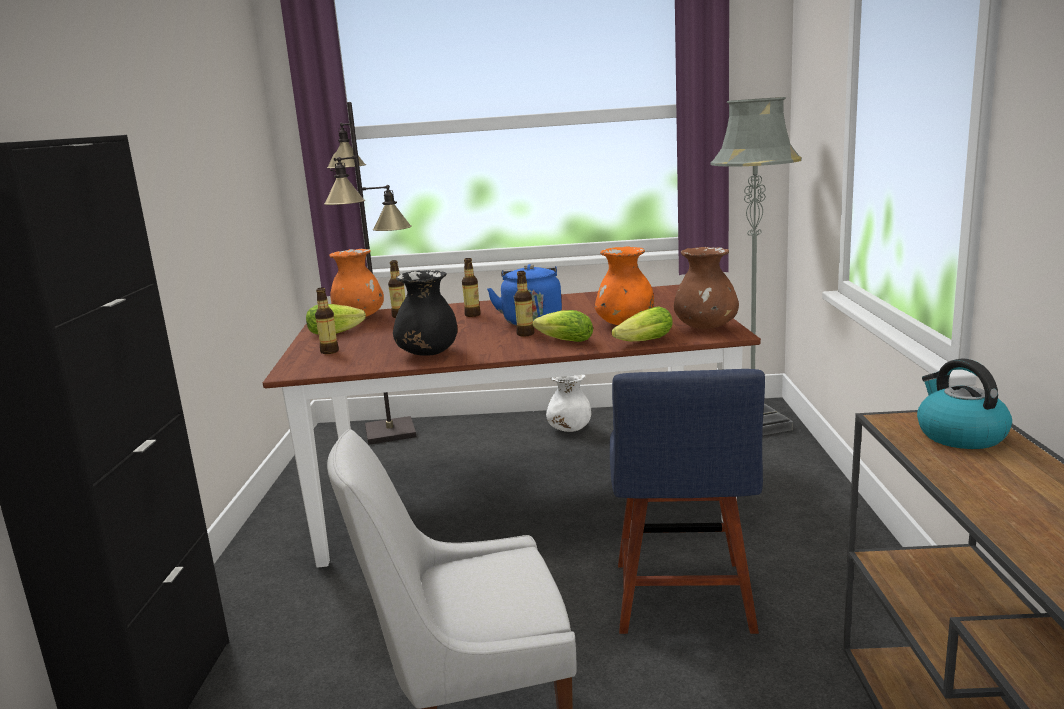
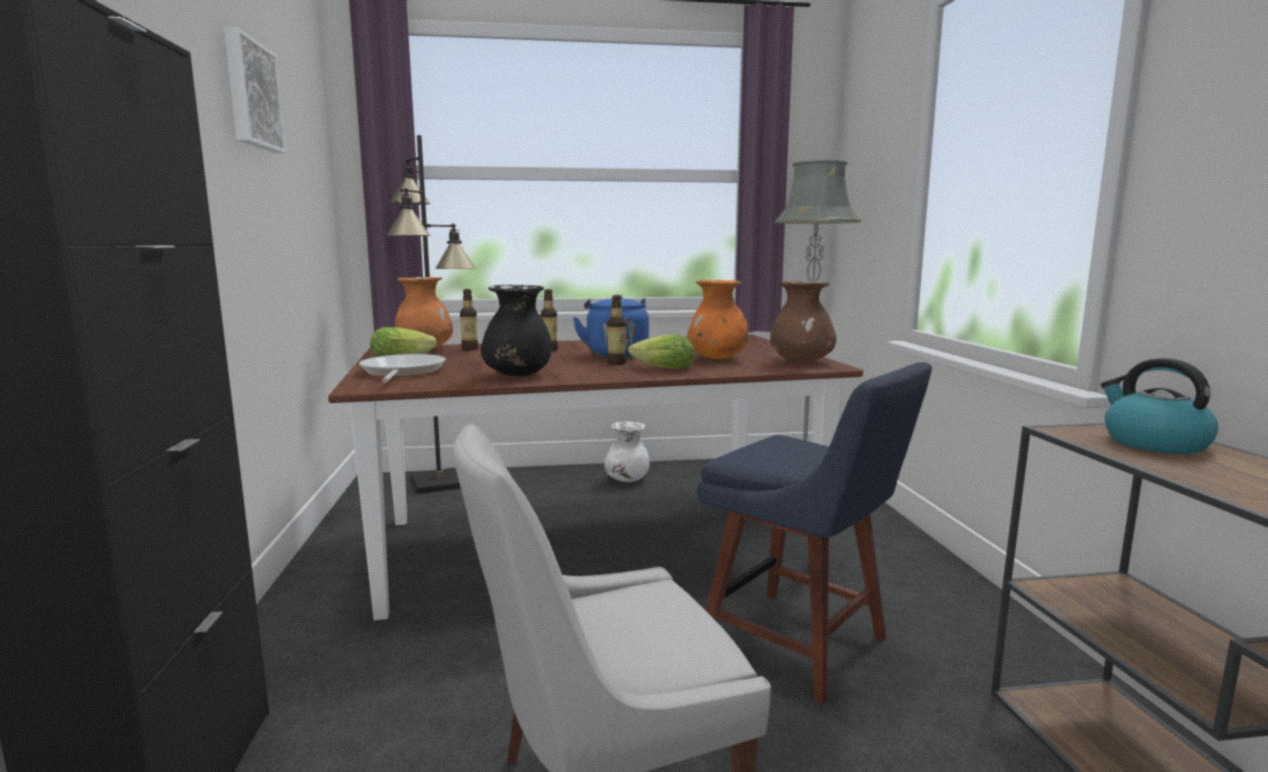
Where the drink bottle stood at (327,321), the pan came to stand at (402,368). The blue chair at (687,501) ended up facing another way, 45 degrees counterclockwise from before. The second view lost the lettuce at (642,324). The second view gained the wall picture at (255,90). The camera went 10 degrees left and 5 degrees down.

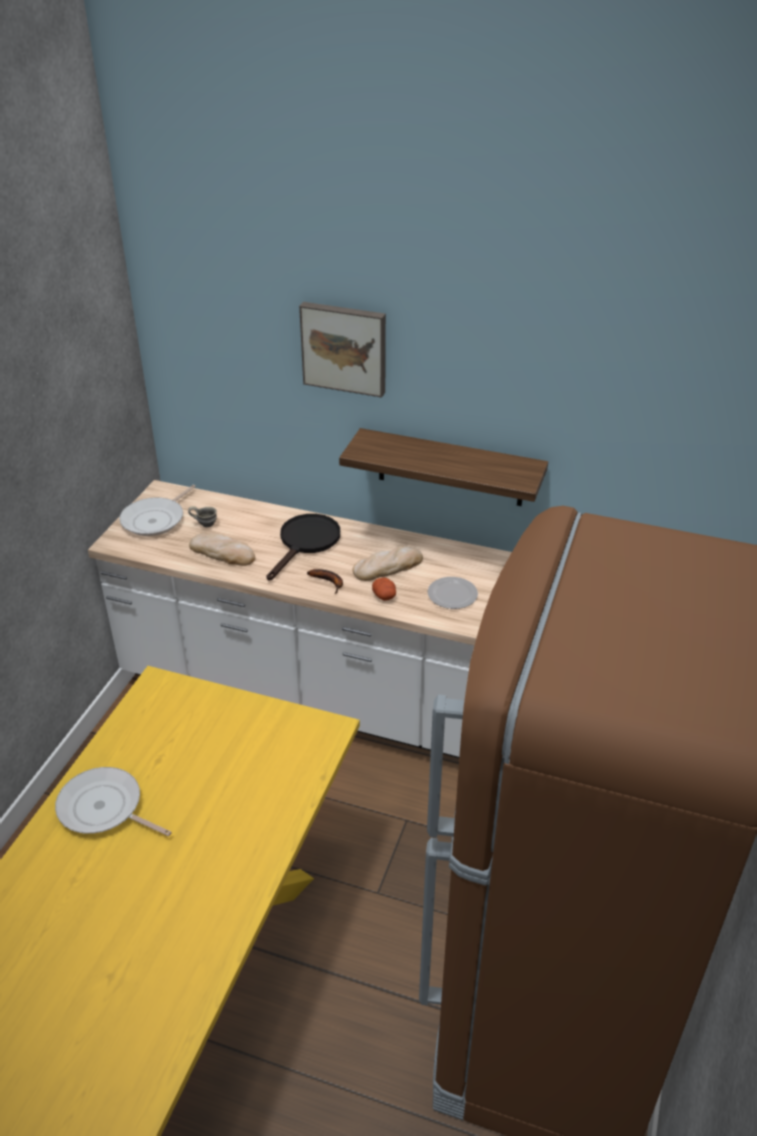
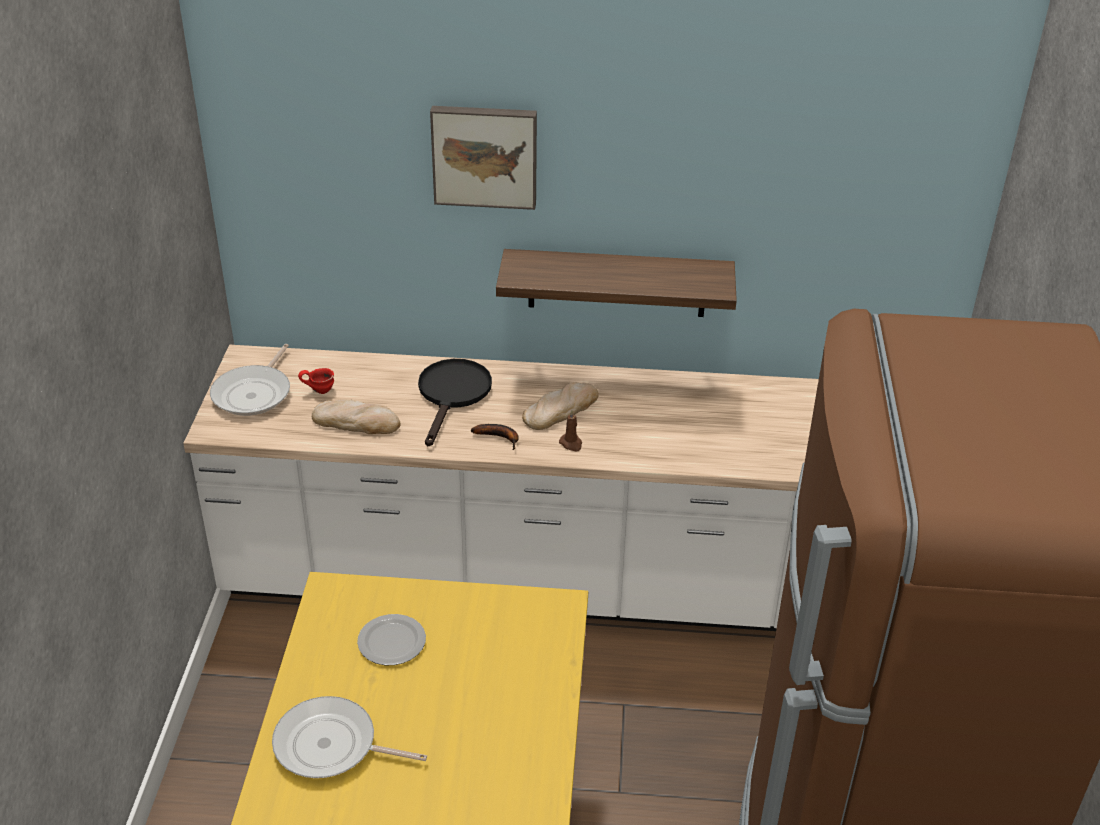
What was the greyish mug at (202,516) turned into the red-coloured mug at (316,381). Where the potato stood at (384,589), the brown wax light came to stand at (570,431). The flat dish ended up elsewhere, having gone from (453,593) to (391,639). The camera went 15 degrees left and 0 degrees up.

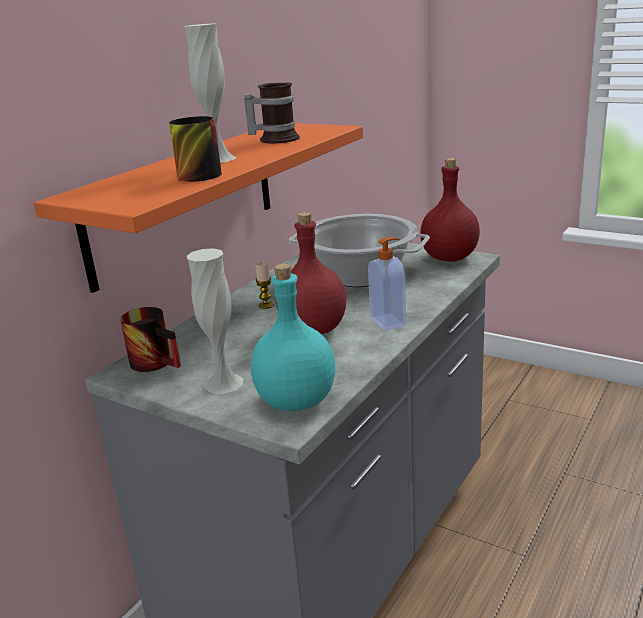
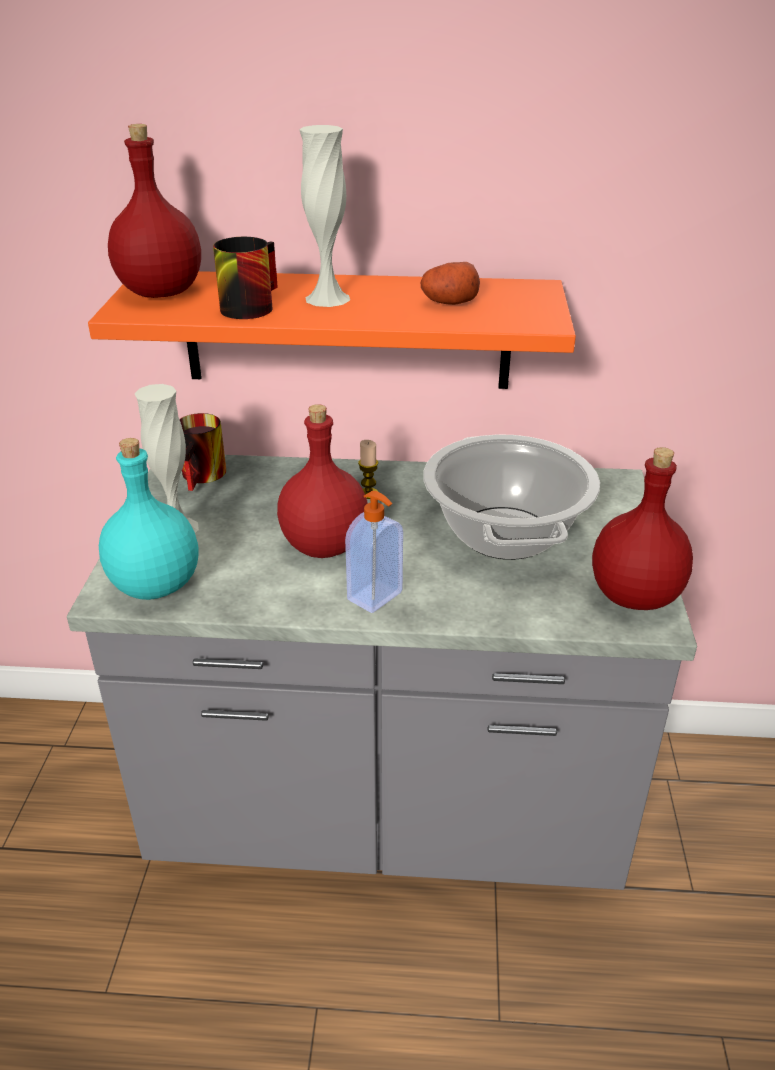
Where the mug stood at (272,113), the potato came to stand at (450,283). The second view gained the red-coloured drink bottle at (154,211). The camera went 60 degrees right and 10 degrees up.

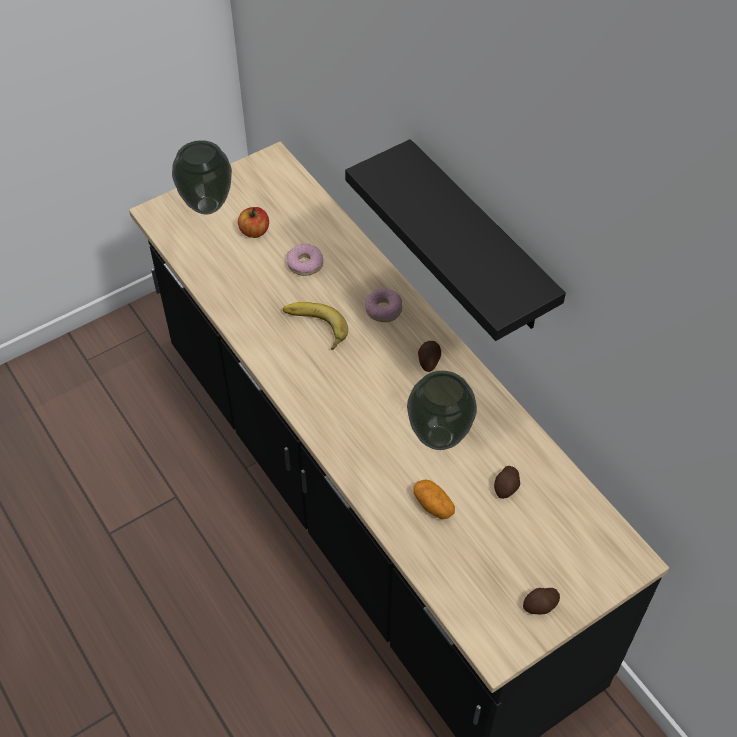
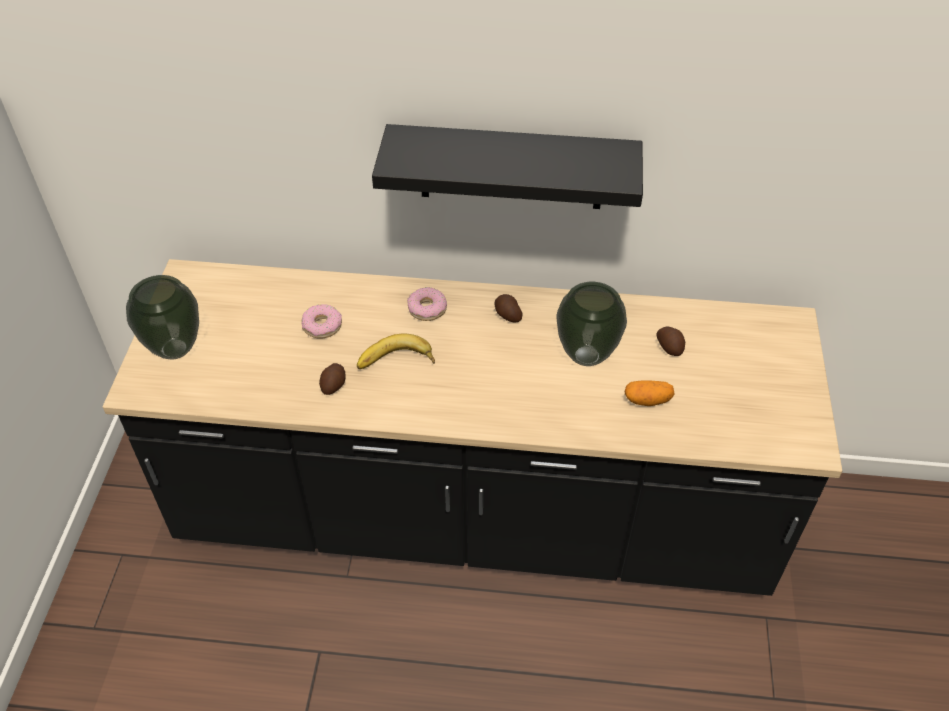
The second view lost the apple at (253,222). The potato ended up elsewhere, having gone from (541,601) to (332,379). The camera went 50 degrees left and 5 degrees down.

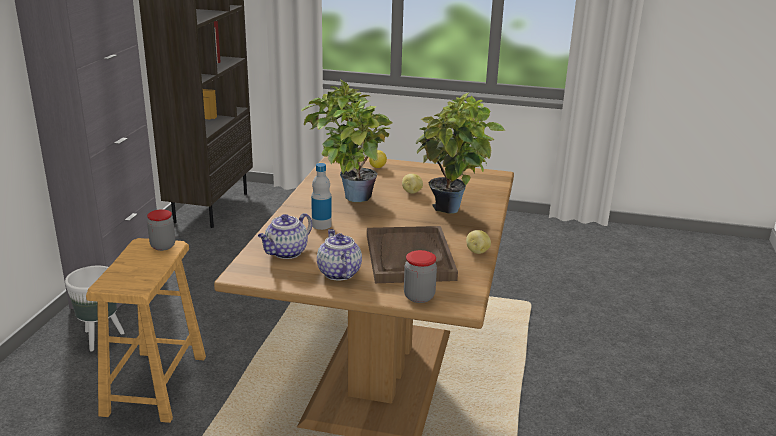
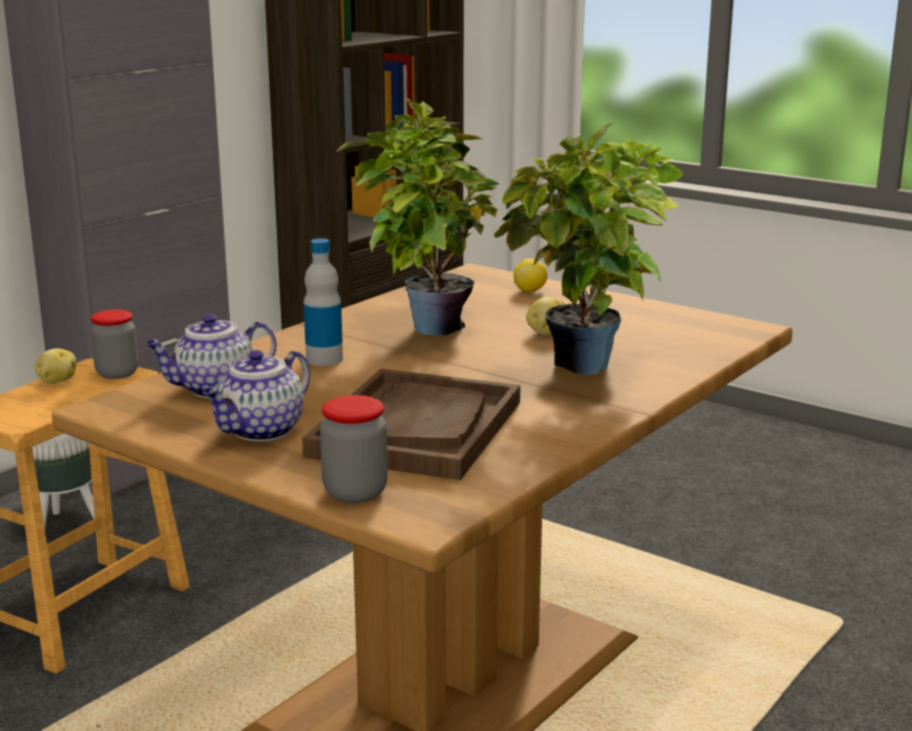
The tea pot at (339,254) ended up facing another way, 150 degrees counterclockwise from before. The potato ended up elsewhere, having gone from (478,242) to (55,366). The camera went 25 degrees right and 5 degrees down.

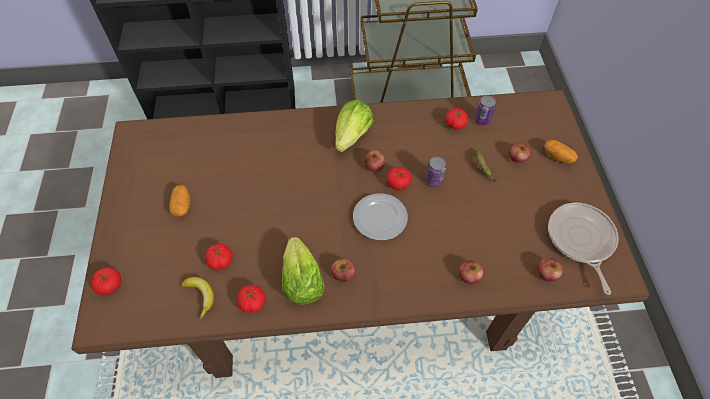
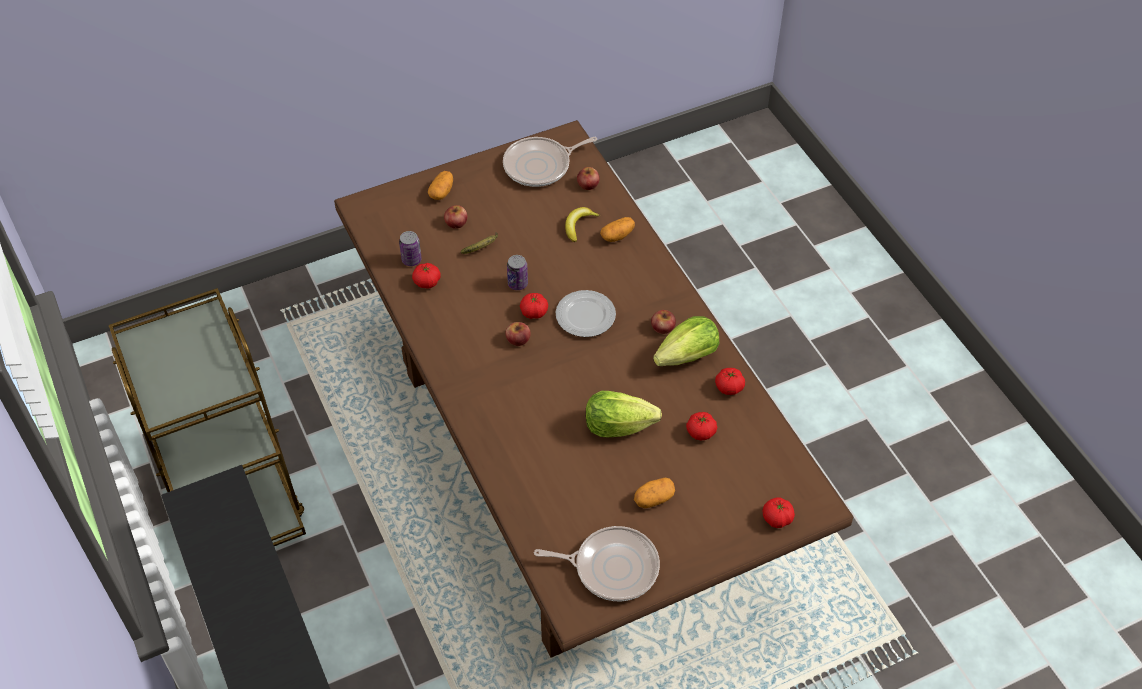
The banana fruit ended up elsewhere, having gone from (198,298) to (582,224). The lettuce ended up elsewhere, having gone from (354,126) to (624,414). Where the apple stood at (471,272), the potato came to stand at (617,229). The second view gained the pan at (597,563). The camera went 110 degrees left and 5 degrees down.

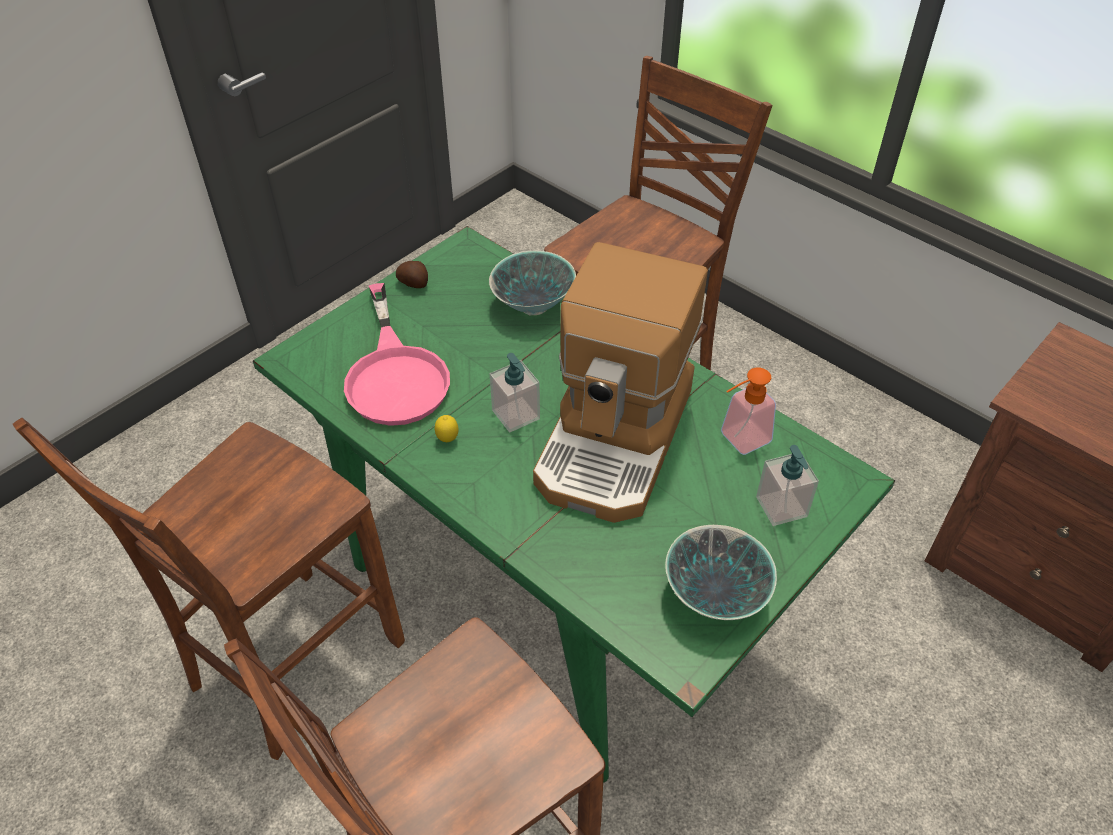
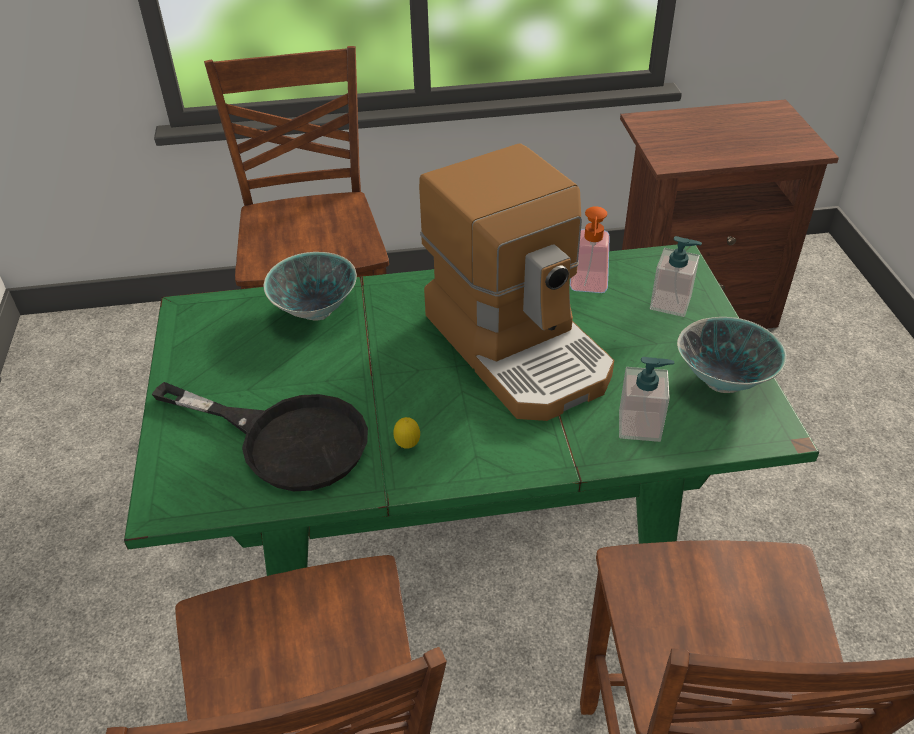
What was the pink pan at (397,354) turned into the black-coloured pan at (260,436). The second view lost the potato at (412,274). The liquid soap bottle ended up elsewhere, having gone from (515,393) to (646,399). The camera went 50 degrees left and 5 degrees down.

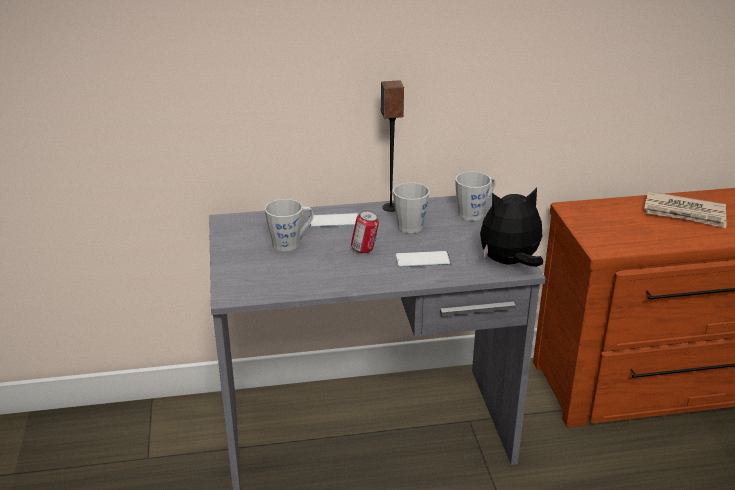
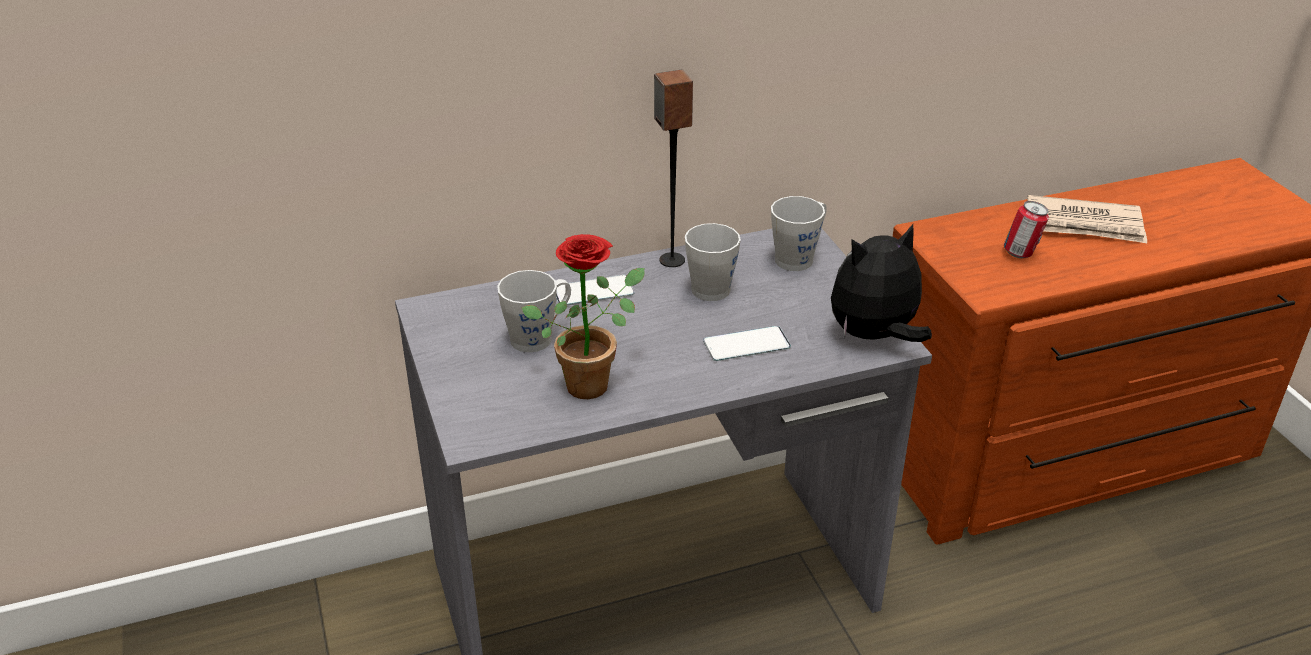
The can ended up elsewhere, having gone from (365,231) to (1026,229). The second view gained the houseplant at (583,316). The camera went 10 degrees left and 5 degrees up.

